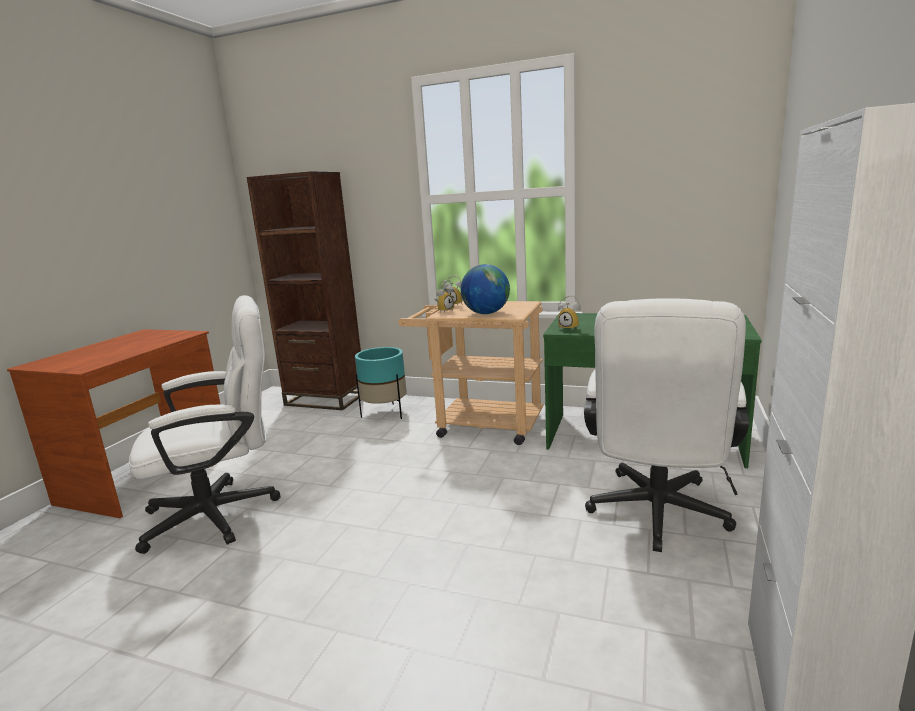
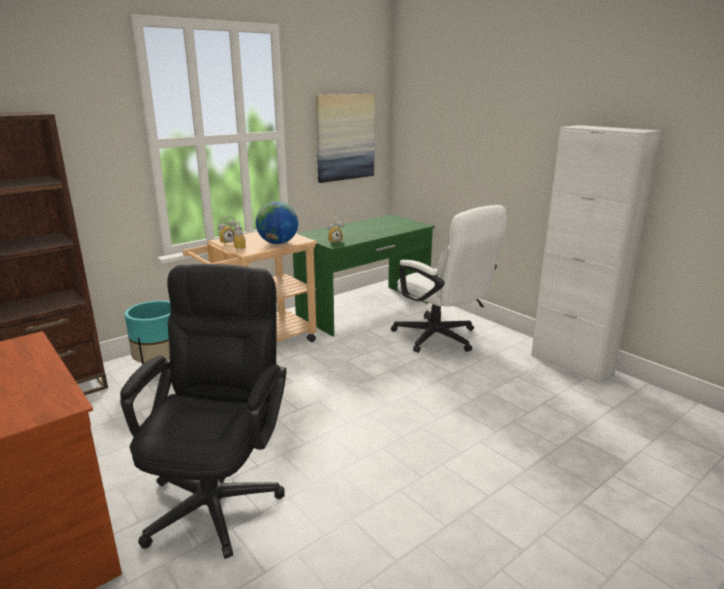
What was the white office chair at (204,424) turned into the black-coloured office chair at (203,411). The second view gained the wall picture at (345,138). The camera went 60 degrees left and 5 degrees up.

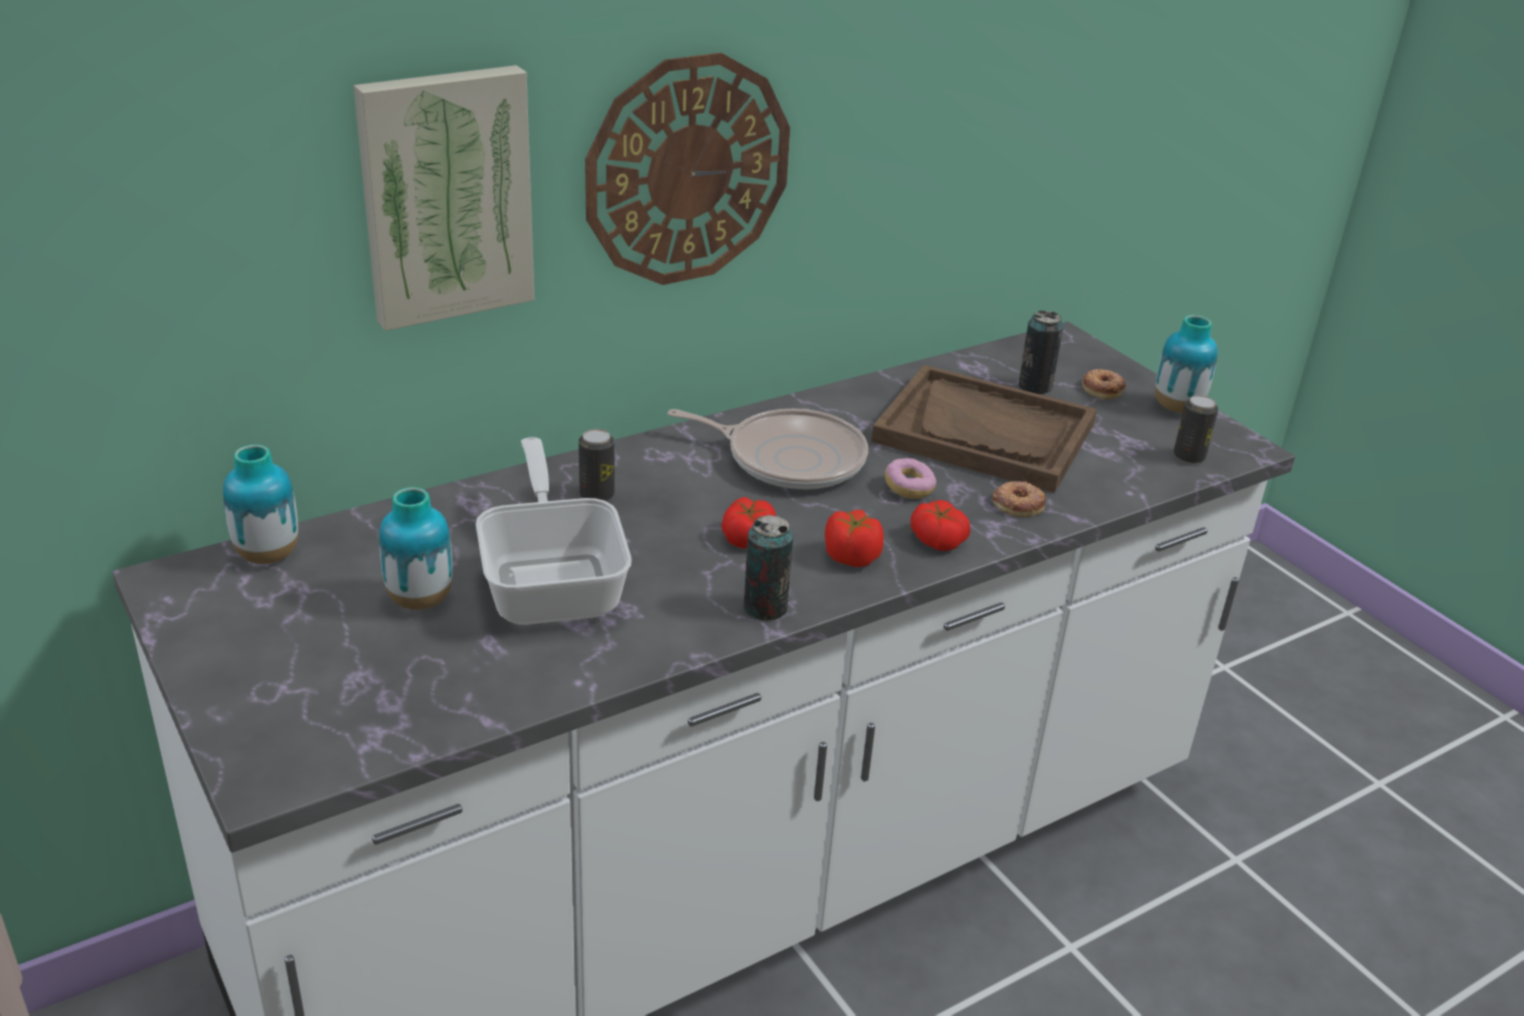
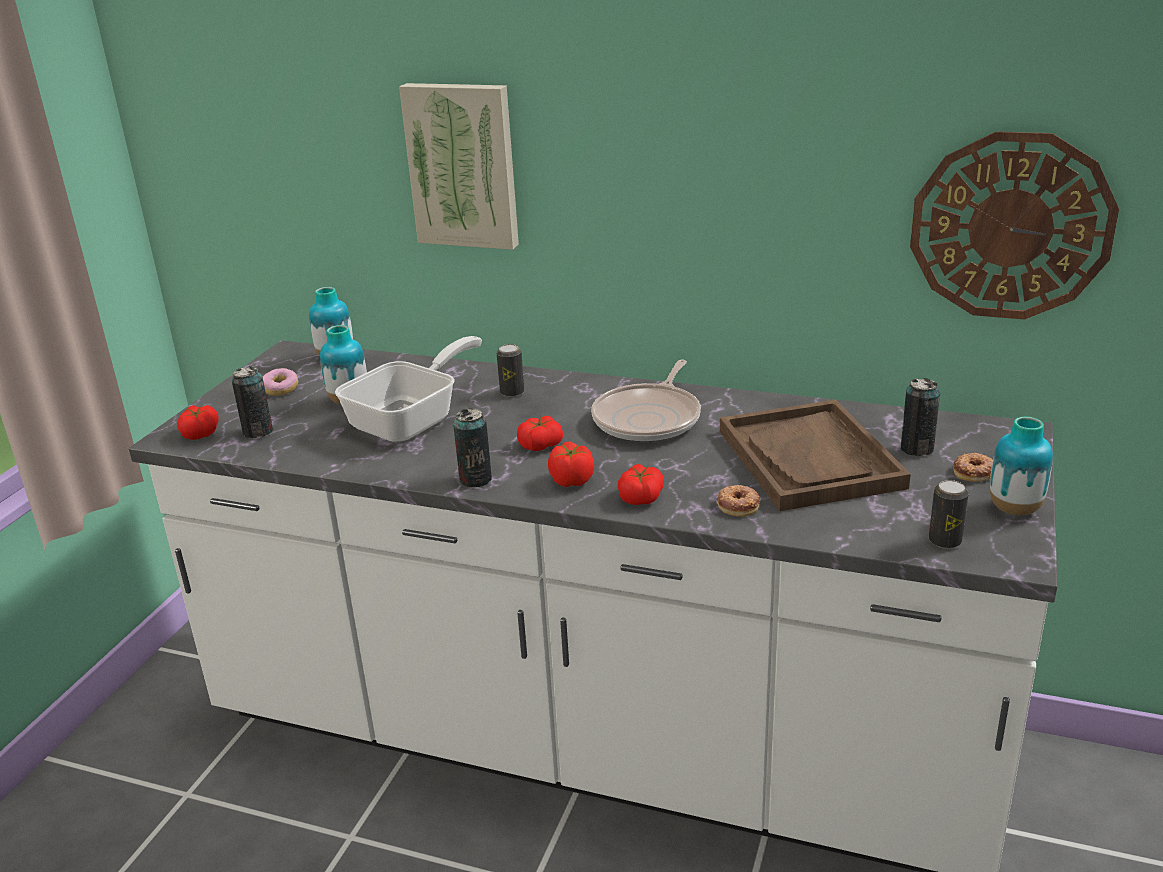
The hanging clock ended up elsewhere, having gone from (687,169) to (1014,225). The pan at (768,449) ended up facing another way, 45 degrees clockwise from before. The ring doughnut ended up elsewhere, having gone from (910,478) to (280,382). The second view gained the fresh tomato at (198,422). The second view gained the can at (252,402). The camera went 55 degrees right and 5 degrees down.

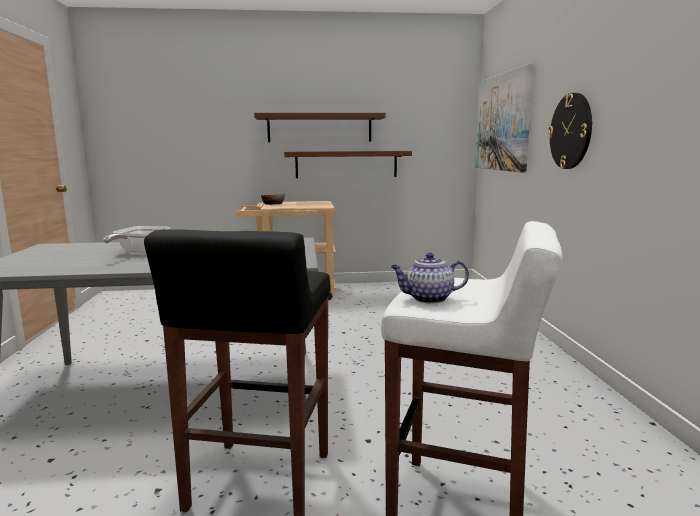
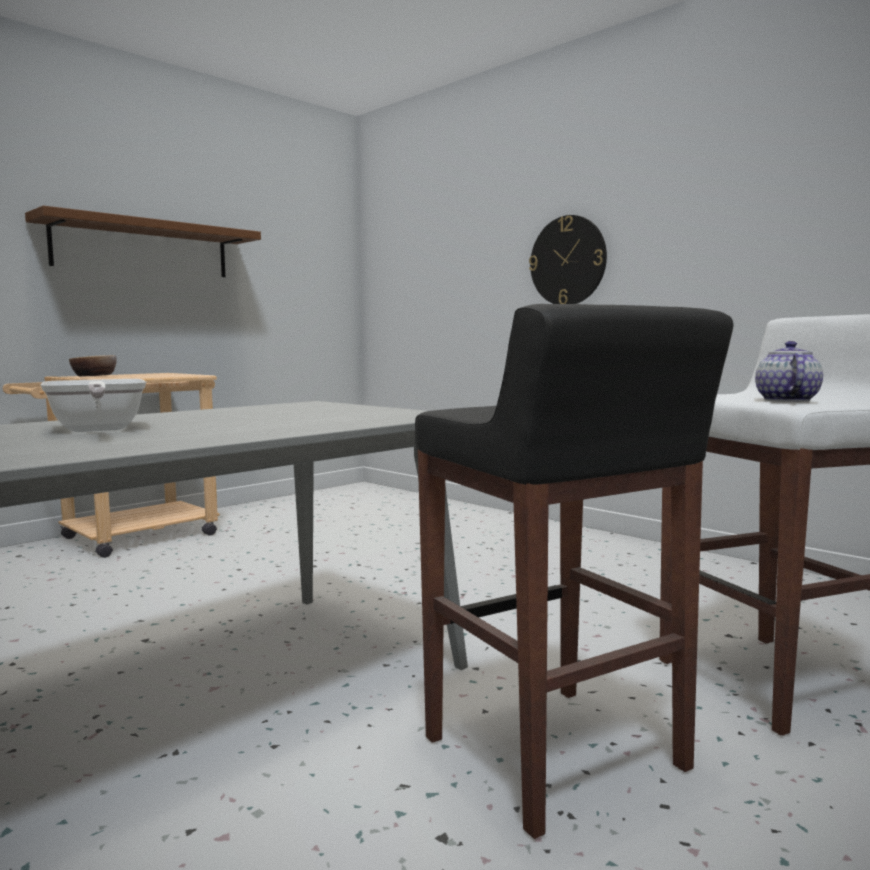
The second view lost the brown bracket shelf at (348,164). The tea pot at (430,278) ended up facing another way, 150 degrees clockwise from before. The second view lost the wall picture at (504,118). The camera went 40 degrees left and 5 degrees down.

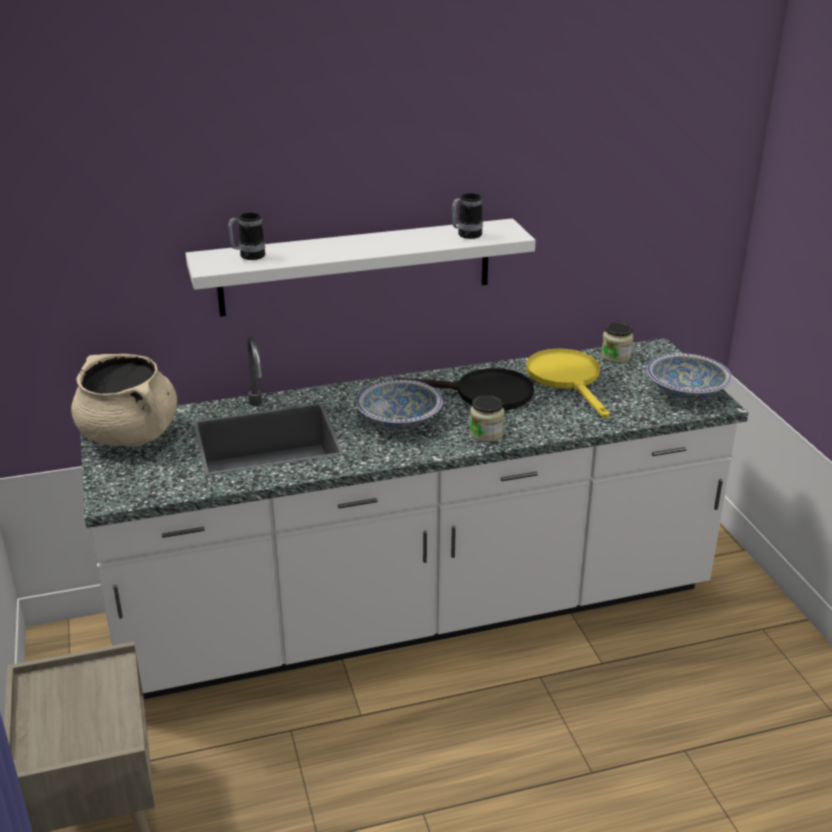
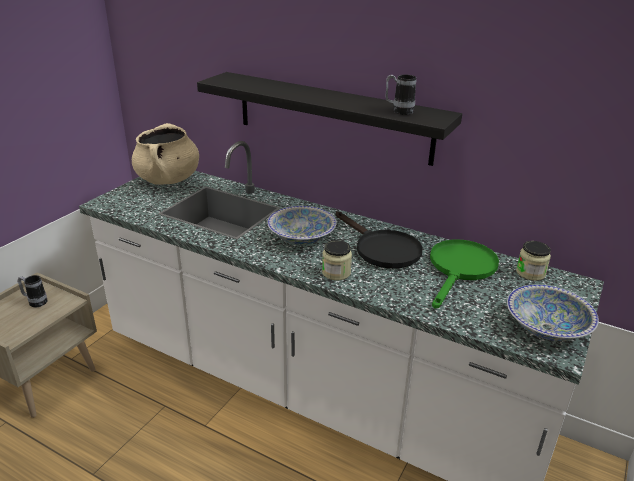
What was the white bracket shelf at (361,267) turned into the black-coloured bracket shelf at (329,119). The mug ended up elsewhere, having gone from (246,236) to (32,291). What was the yellowish pan at (568,383) turned into the green pan at (464,274). The camera went 45 degrees right and 0 degrees up.

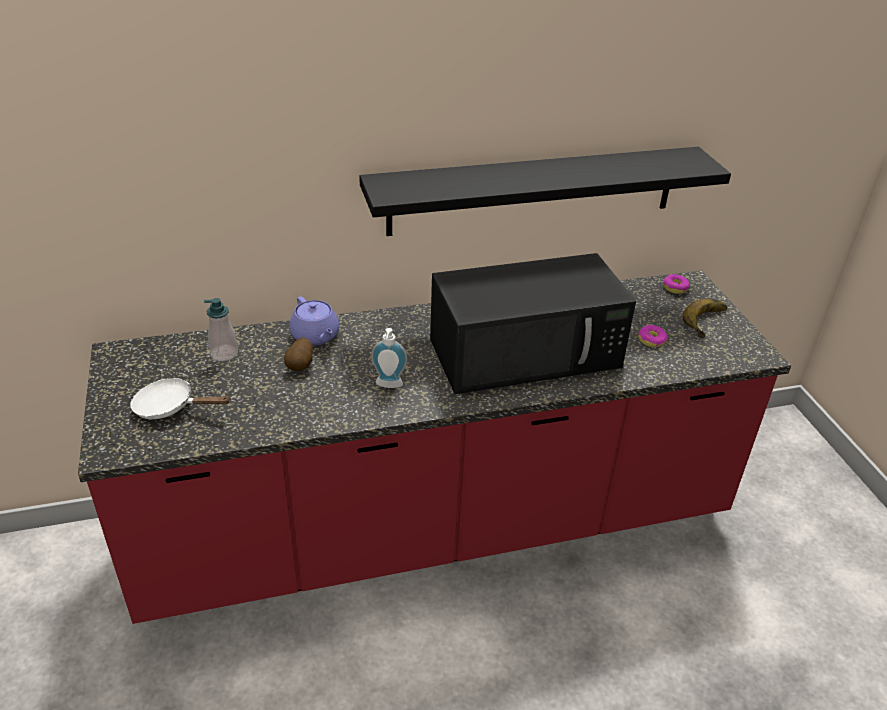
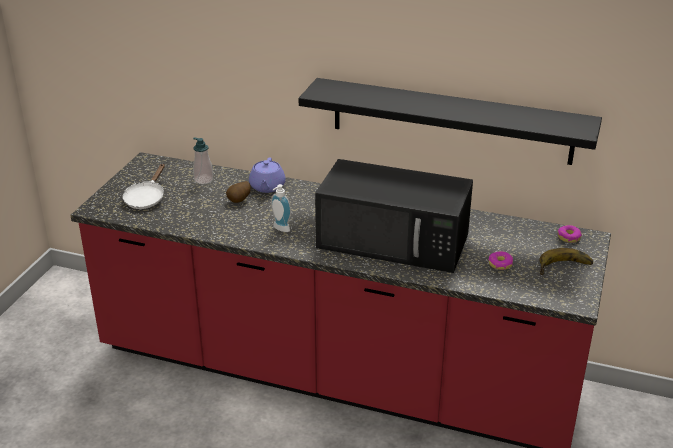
The white pan at (180,398) ended up facing another way, 120 degrees counterclockwise from before. The camera went 35 degrees right and 5 degrees down.

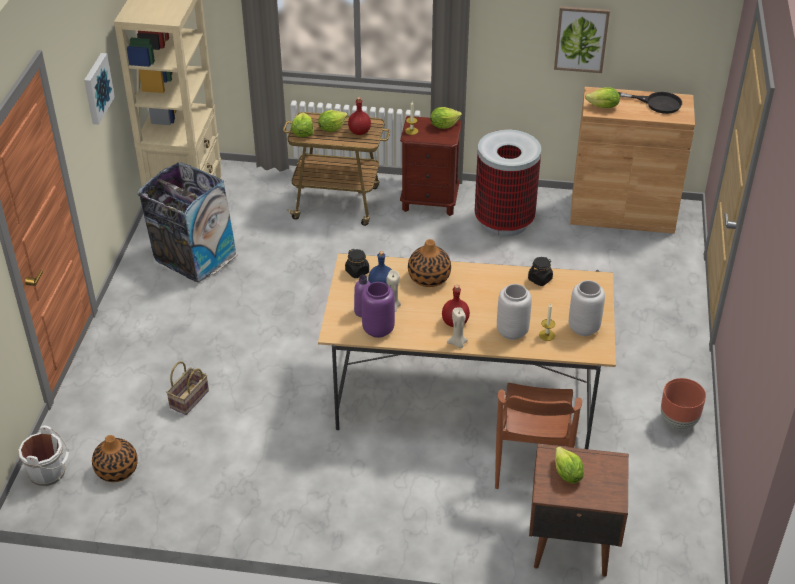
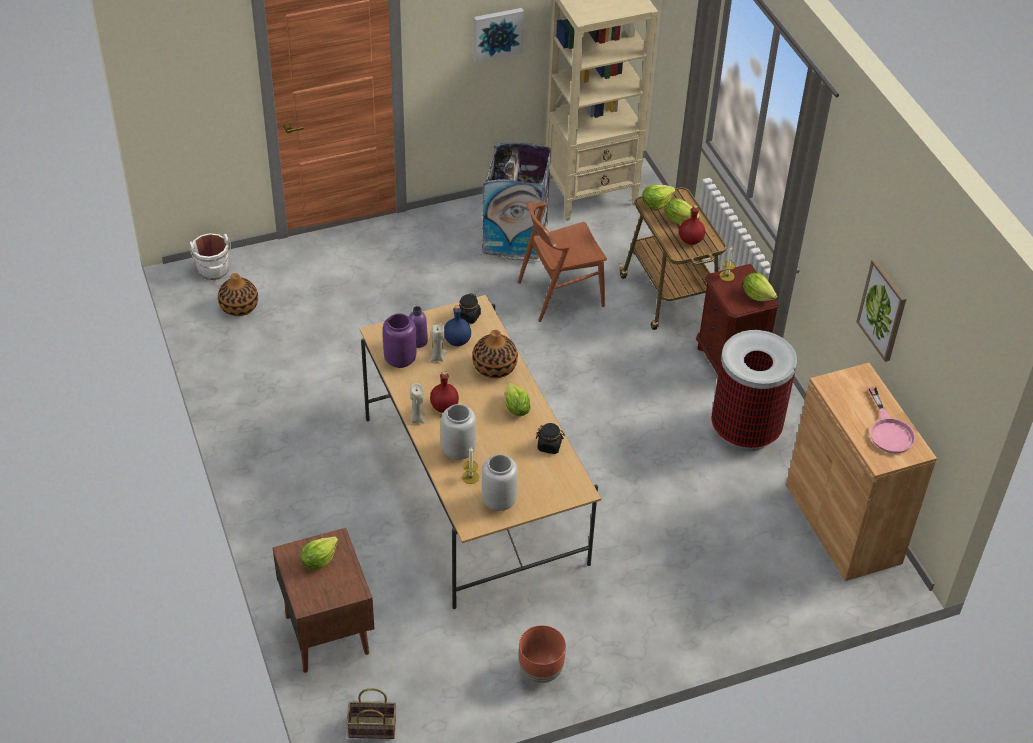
The storage basket ended up elsewhere, having gone from (187,388) to (371,713). The brown chair ended up elsewhere, having gone from (538,436) to (562,262). The lettuce ended up elsewhere, having gone from (602,97) to (518,399). What was the black-coloured pan at (650,103) turned into the pink pan at (892,419). The camera went 60 degrees right and 5 degrees up.

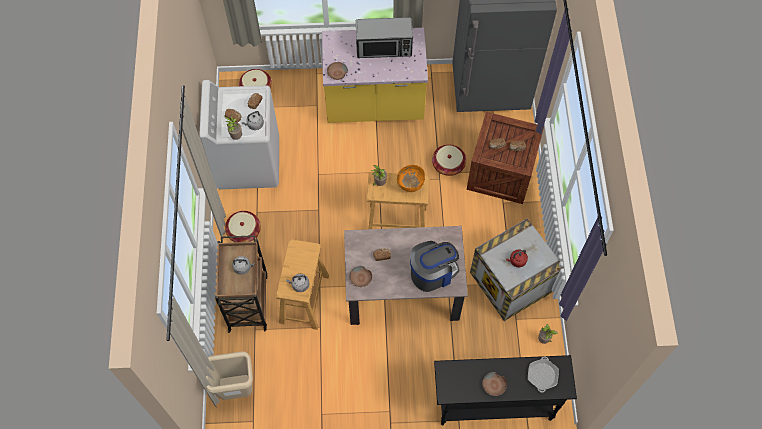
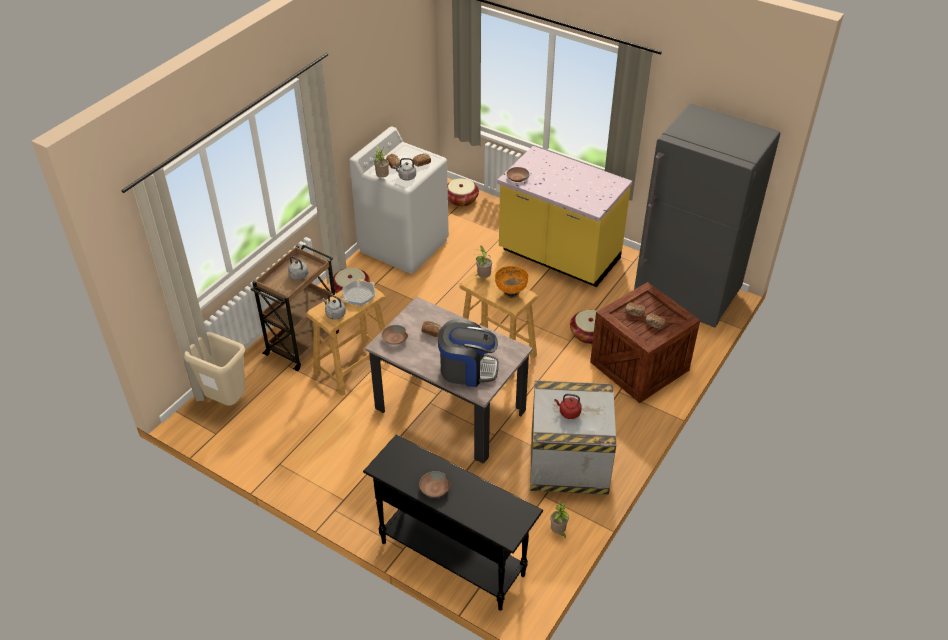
The second view lost the microwave oven at (384,37). The pan ended up elsewhere, having gone from (543,374) to (358,292). The camera went 35 degrees right and 20 degrees down.

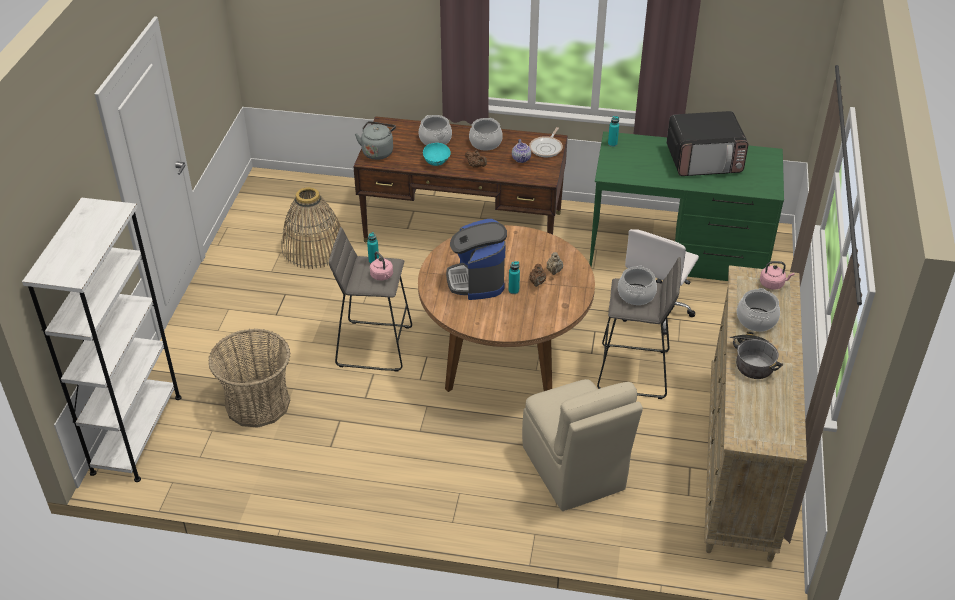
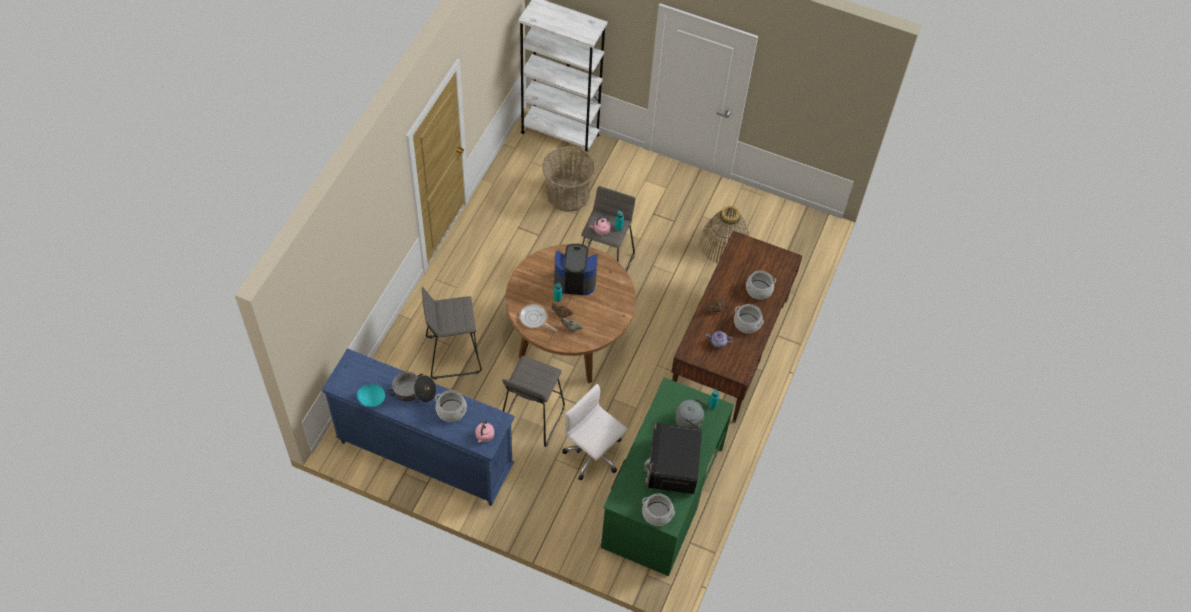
The greyish tea kettle ended up elsewhere, having gone from (375,140) to (692,413). The blue-green serving bowl ended up elsewhere, having gone from (437,154) to (371,396). Where the beige-coloured chair stood at (582,445), the greyish sitting stool came to stand at (452,333). The pan ended up elsewhere, having gone from (546,142) to (538,317). The saucepot ended up elsewhere, having gone from (637,285) to (658,509). What was the beige-coloured chest of drawers at (755,413) turned into the blue chest of drawers at (418,427). The camera went 100 degrees right and 15 degrees up.

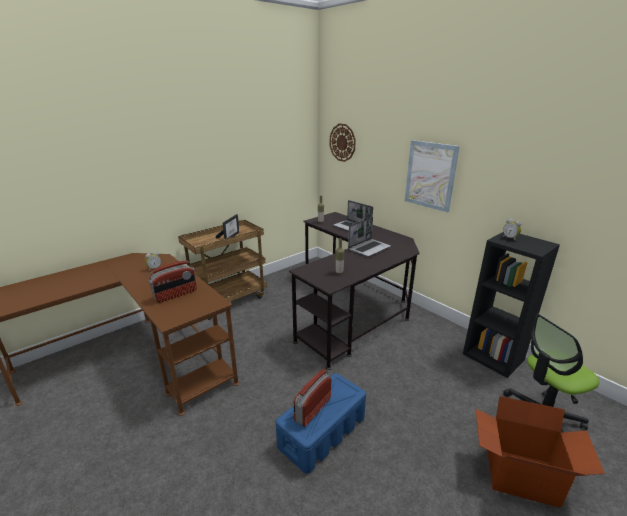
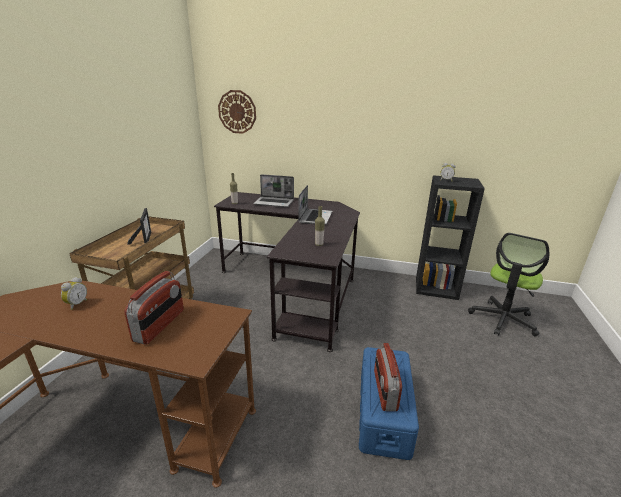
The second view lost the wall picture at (432,176). The second view lost the cardboard box at (540,452). The camera went 35 degrees left and 0 degrees up.

